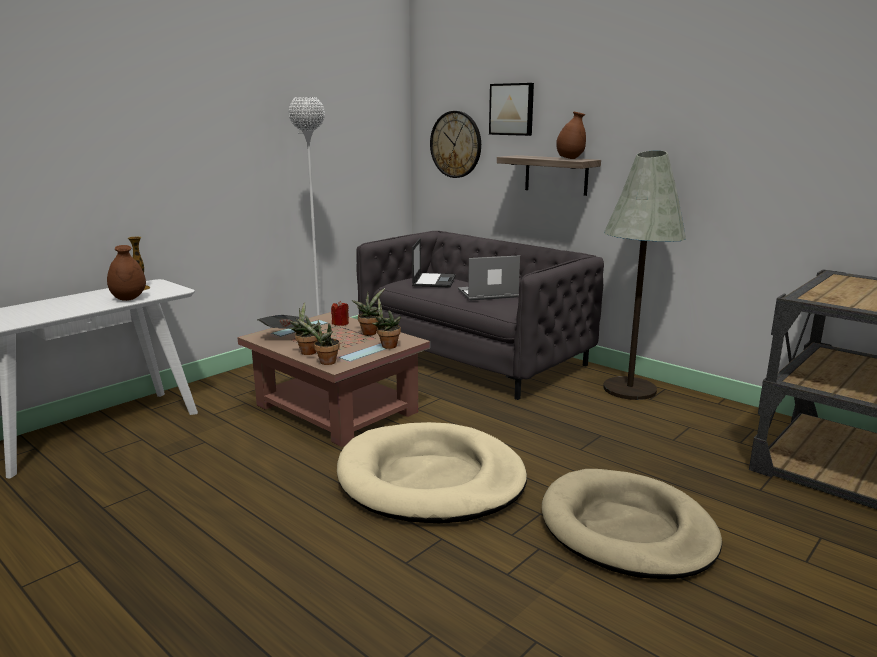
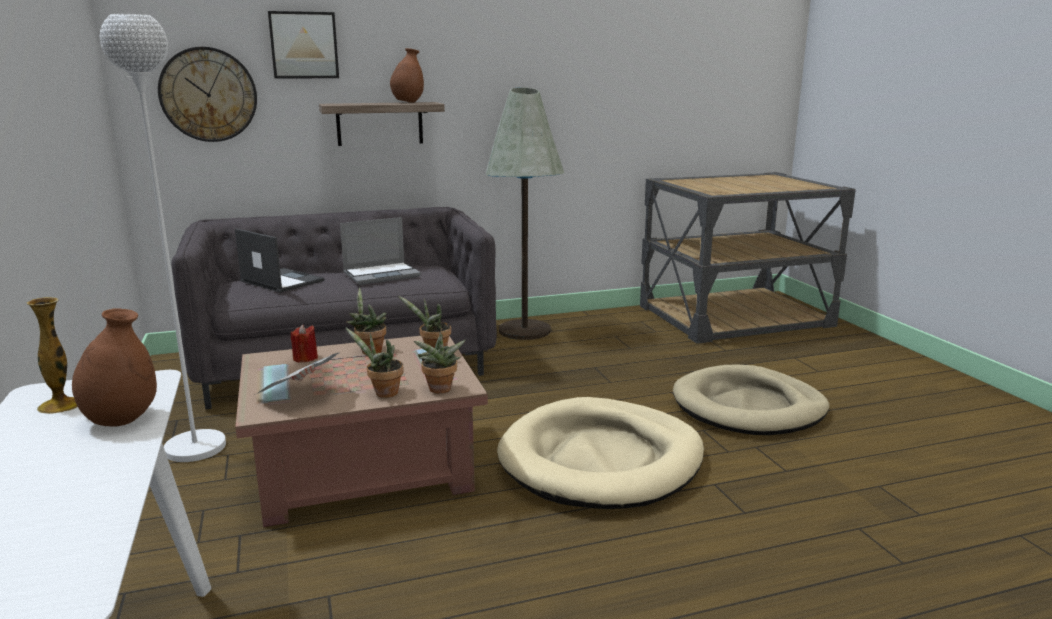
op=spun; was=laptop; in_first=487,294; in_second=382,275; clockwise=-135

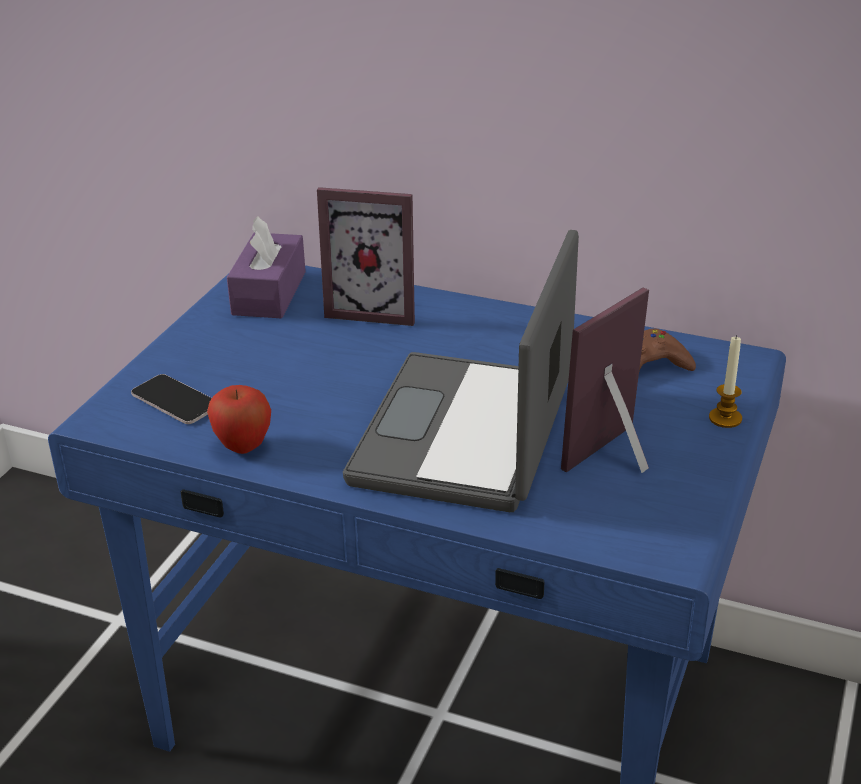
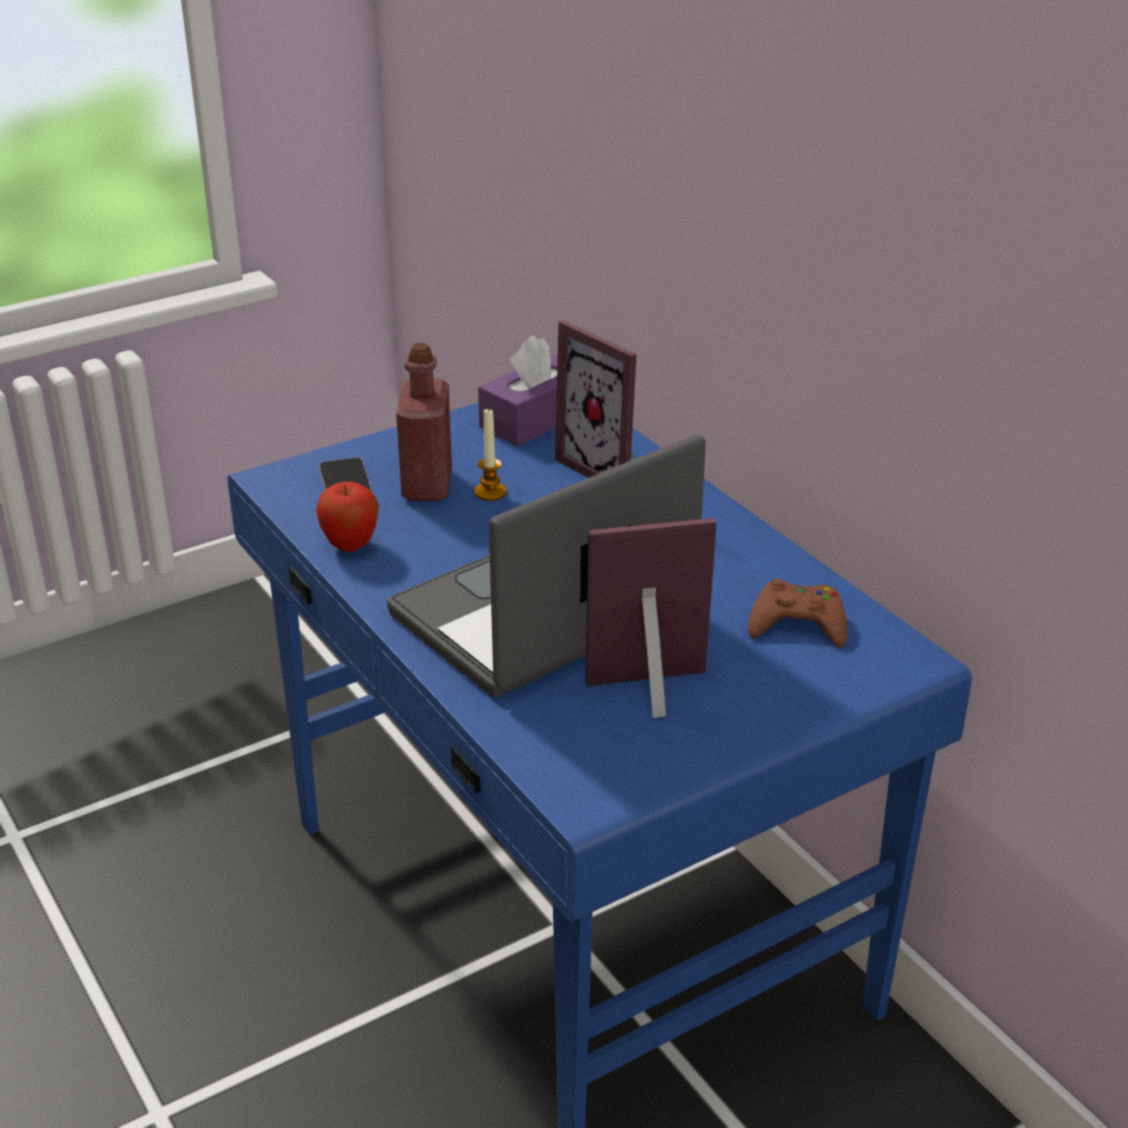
op=appeared; now=red-coloured beverage bottle; in_second=427,485
op=relocated; was=candle; in_first=725,418; in_second=490,492

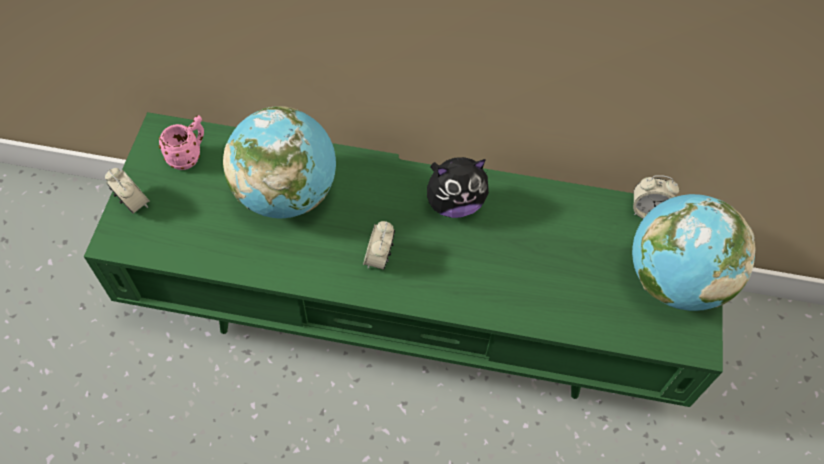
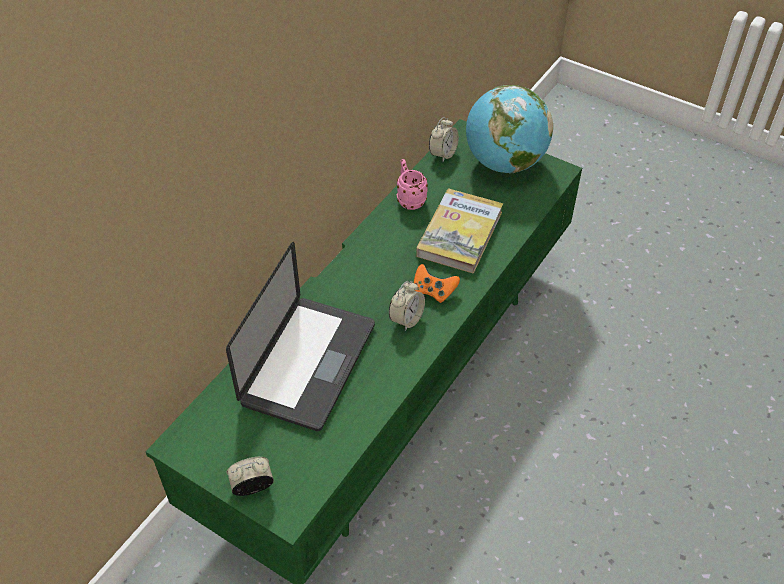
op=exchanged; was=world globe; now=laptop; in_first=286,193; in_second=308,364
op=spun; was=table clock; in_first=379,257; in_second=406,319; clockwise=-90
op=relocated; was=pink-coloured coffee mug; in_first=189,155; in_second=409,199
op=appeared; now=orangey joypad; in_second=433,291
op=appeared; now=book; in_second=460,234
op=missing; was=soft toy; in_first=454,203

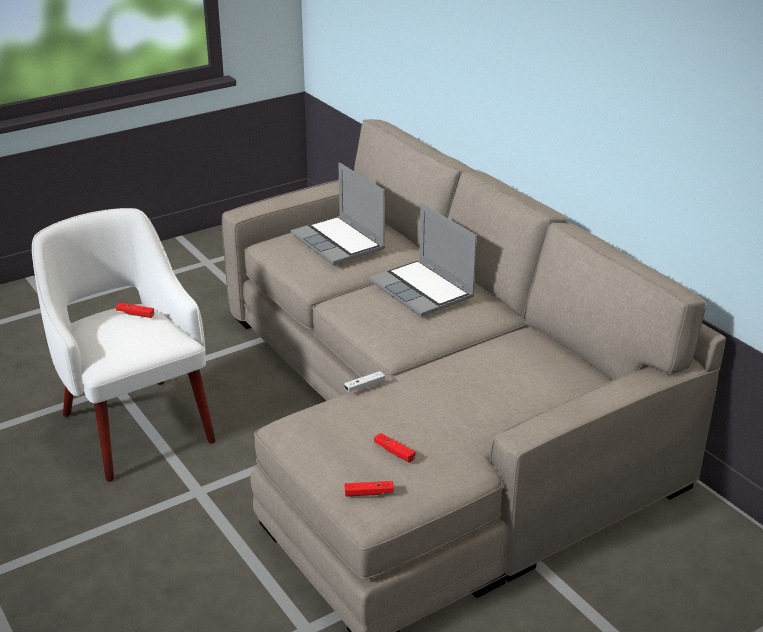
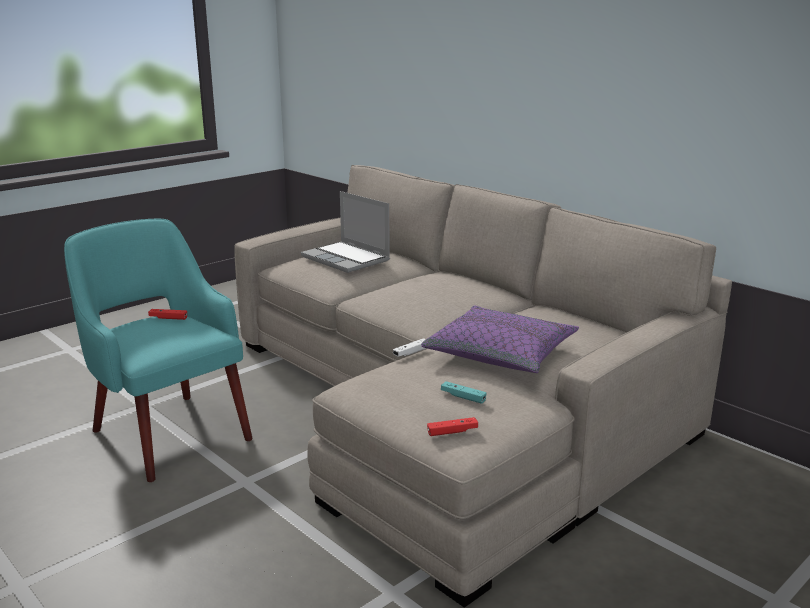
op=colour; was=white-coloured easy chair; now=blue-green easy chair; in_first=135,425; in_second=168,433
op=appeared; now=purple-coloured pillow; in_second=501,354
op=colour; was=red-coloured joypad; now=blue-green joypad; in_first=394,452; in_second=463,397
op=missing; was=laptop; in_first=423,290

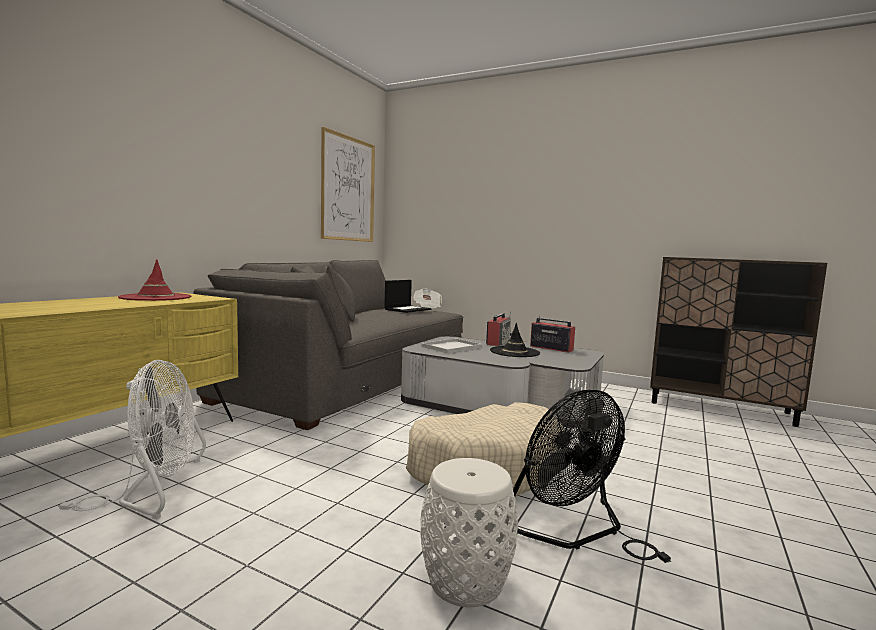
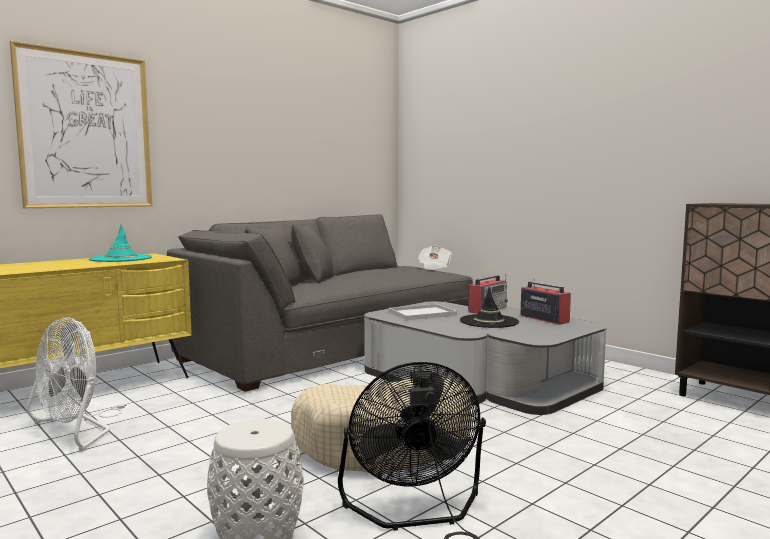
op=relocated; was=wall art; in_first=348,189; in_second=86,130
op=spun; was=white-coloured cooling fan; in_first=151,490; in_second=79,428; clockwise=120
op=colour; was=red-coloured hat; now=blue-green hat; in_first=155,297; in_second=121,259
op=missing; was=laptop; in_first=408,309

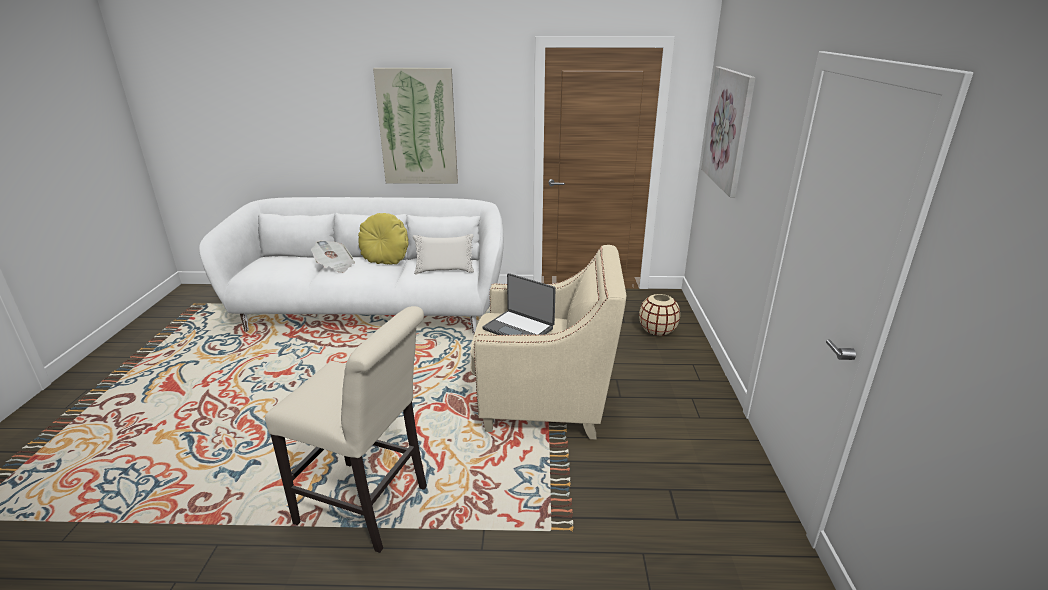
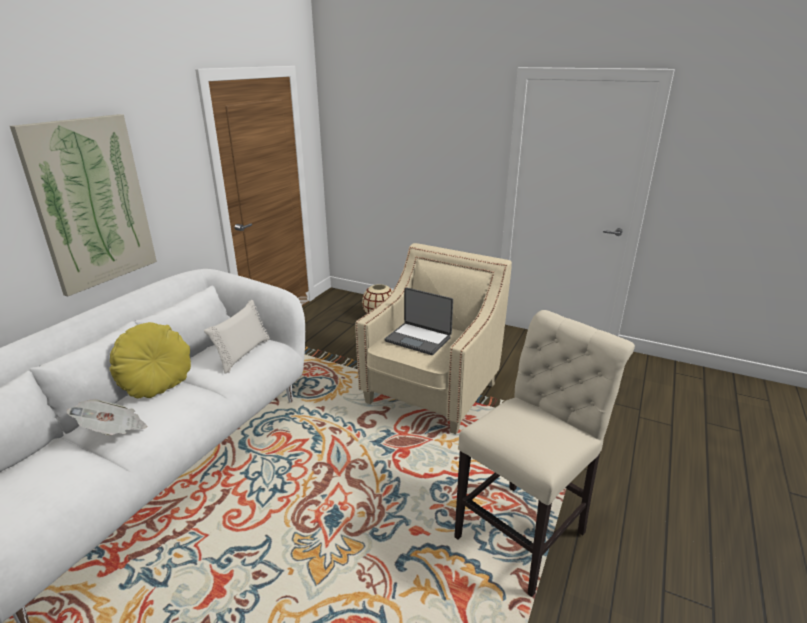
op=spun; was=laptop; in_first=519,328; in_second=419,339; clockwise=60
op=missing; was=wall art; in_first=728,129

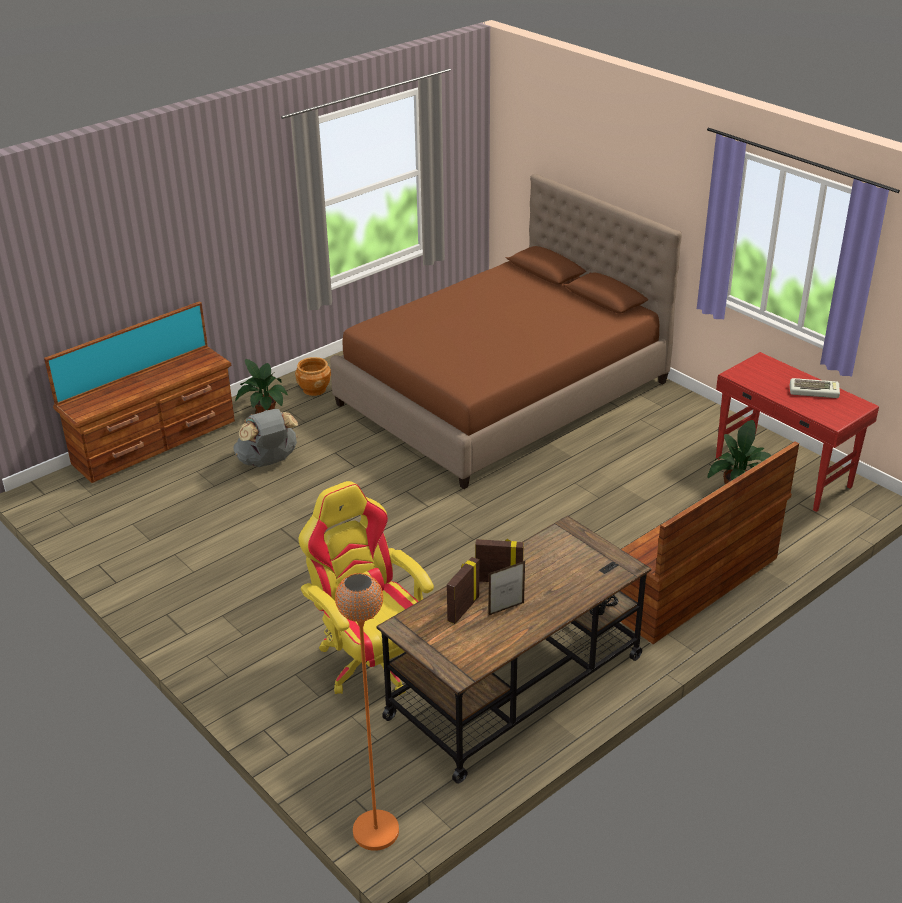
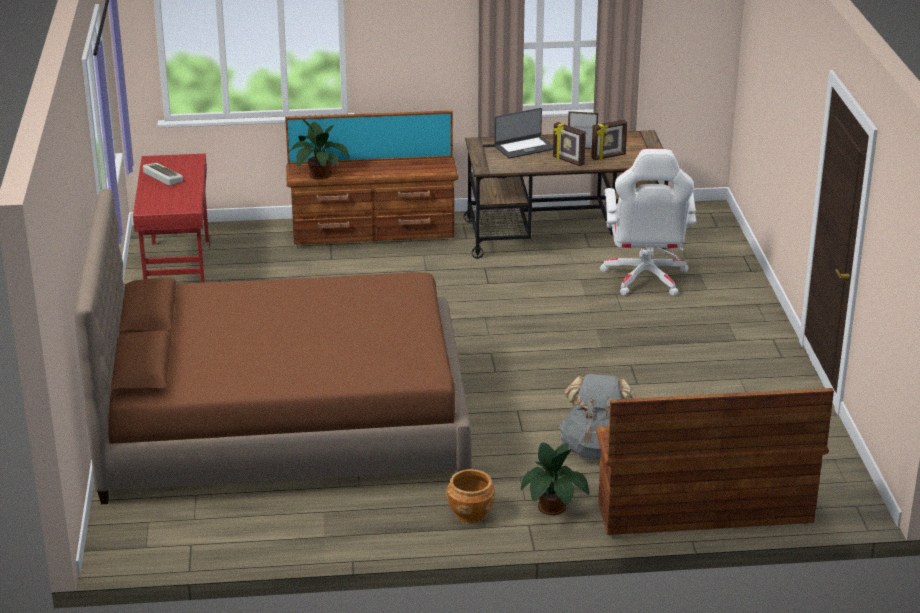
op=appeared; now=laptop; in_second=524,147
op=colour; was=yellow-coloured office chair; now=white-coloured office chair; in_first=372,661; in_second=645,277
op=missing; was=orangey standard lamp; in_first=376,831

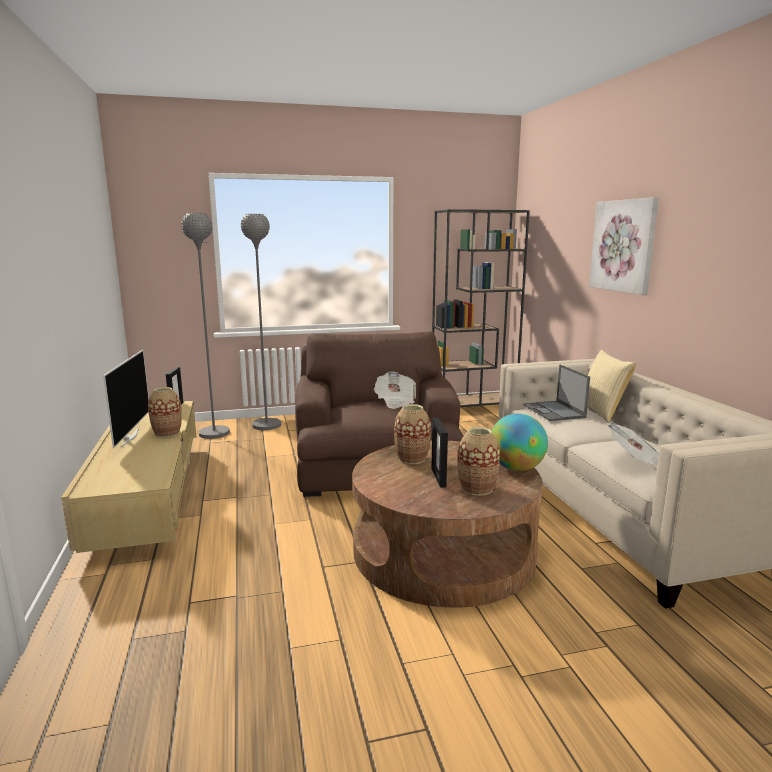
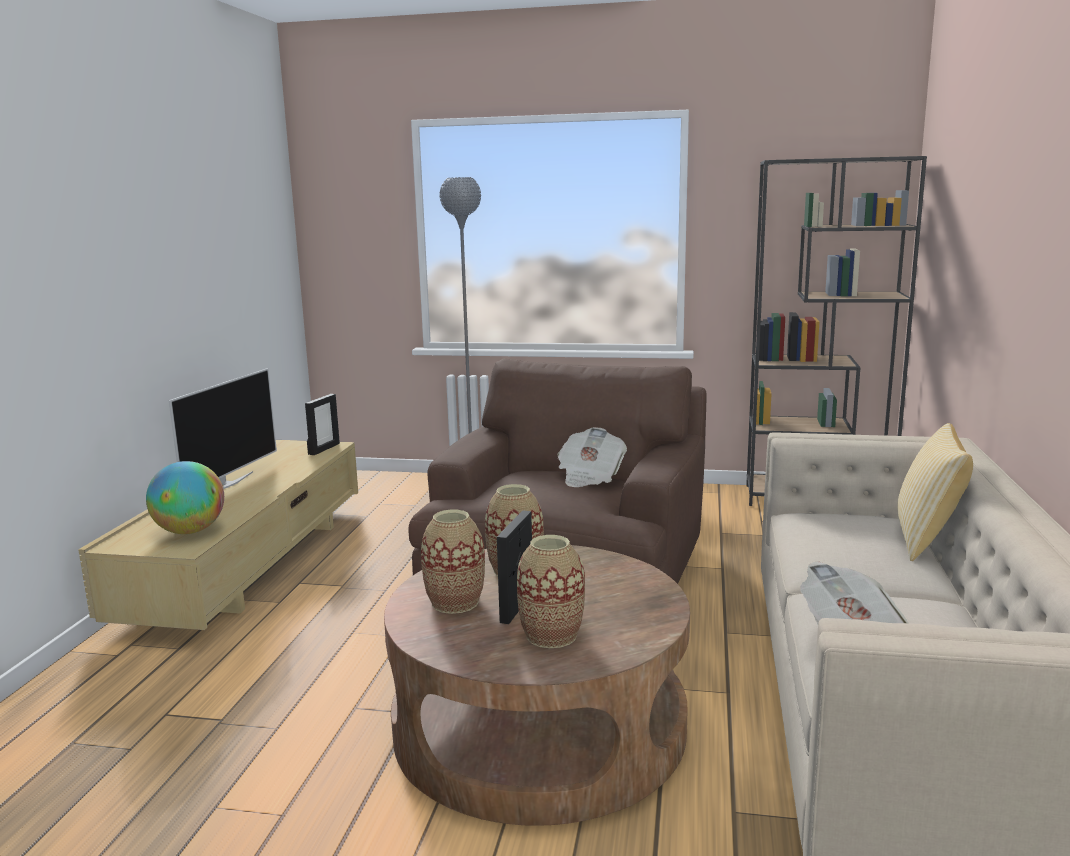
op=relocated; was=world globe; in_first=516,468; in_second=190,531
op=relocated; was=flower vase; in_first=167,433; in_second=455,603
op=missing; was=gray standard lamp; in_first=214,433
op=missing; was=laptop; in_first=554,411
op=missing; was=wall art; in_first=623,246

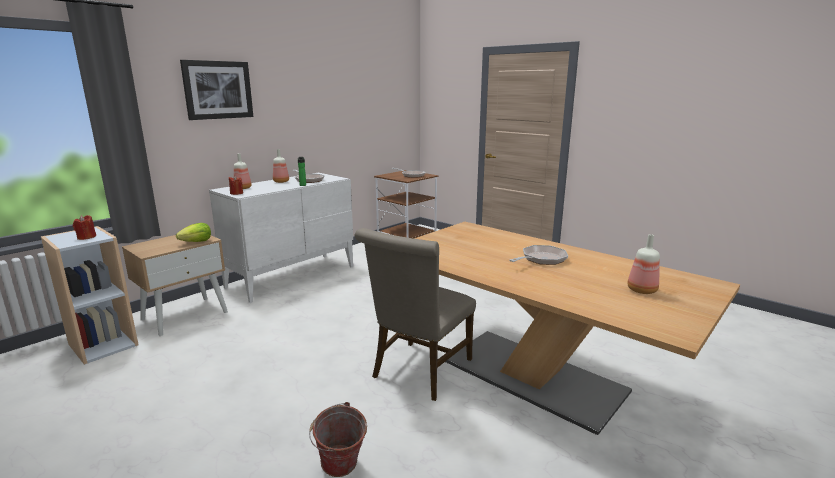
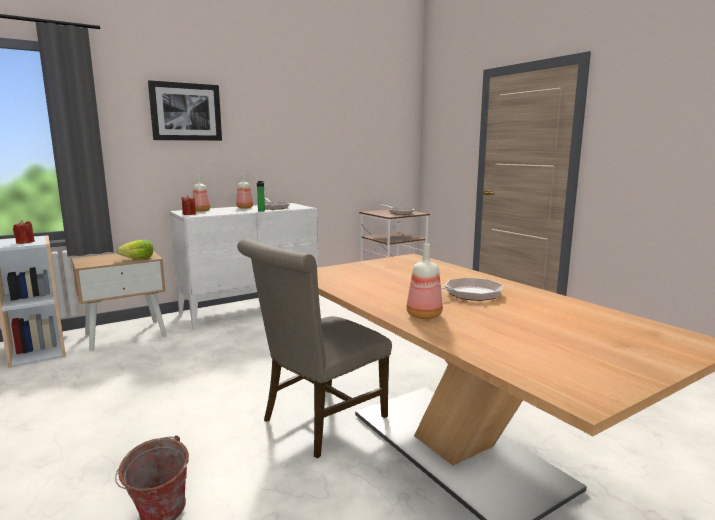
op=relocated; was=beverage bottle; in_first=641,290; in_second=423,315

